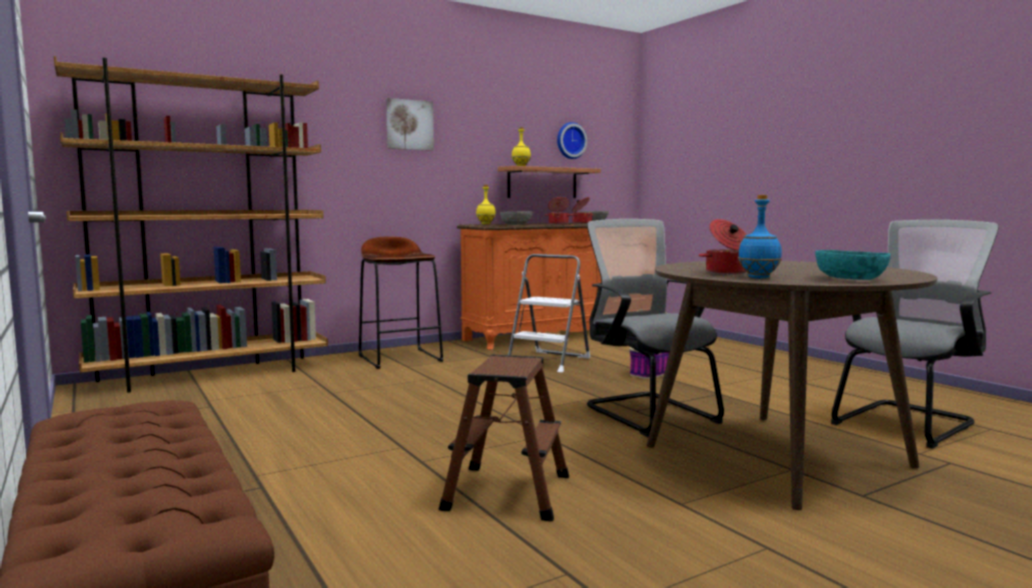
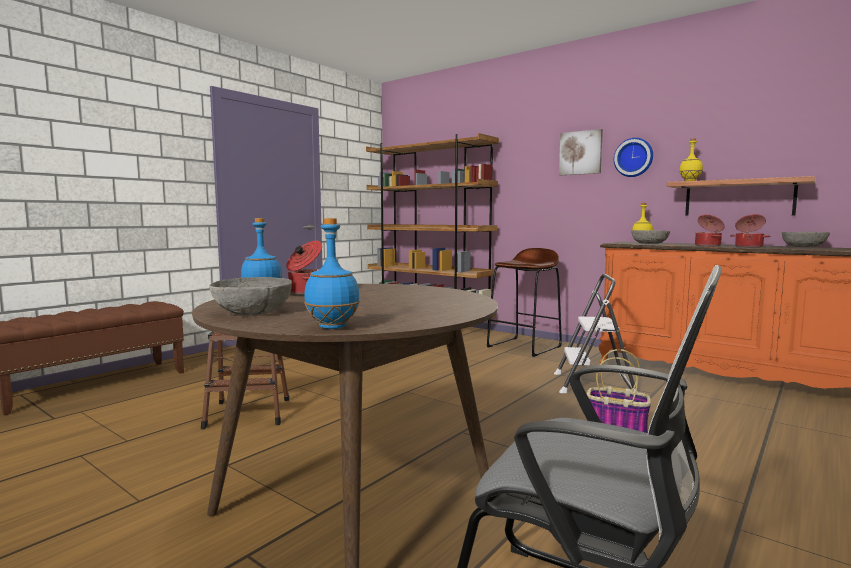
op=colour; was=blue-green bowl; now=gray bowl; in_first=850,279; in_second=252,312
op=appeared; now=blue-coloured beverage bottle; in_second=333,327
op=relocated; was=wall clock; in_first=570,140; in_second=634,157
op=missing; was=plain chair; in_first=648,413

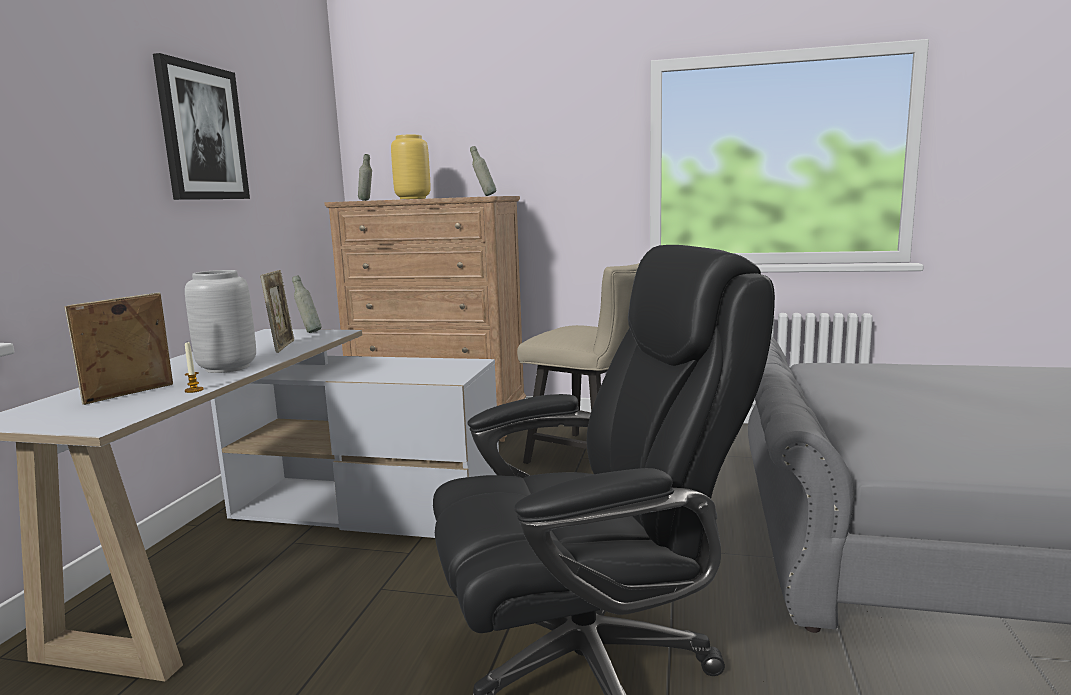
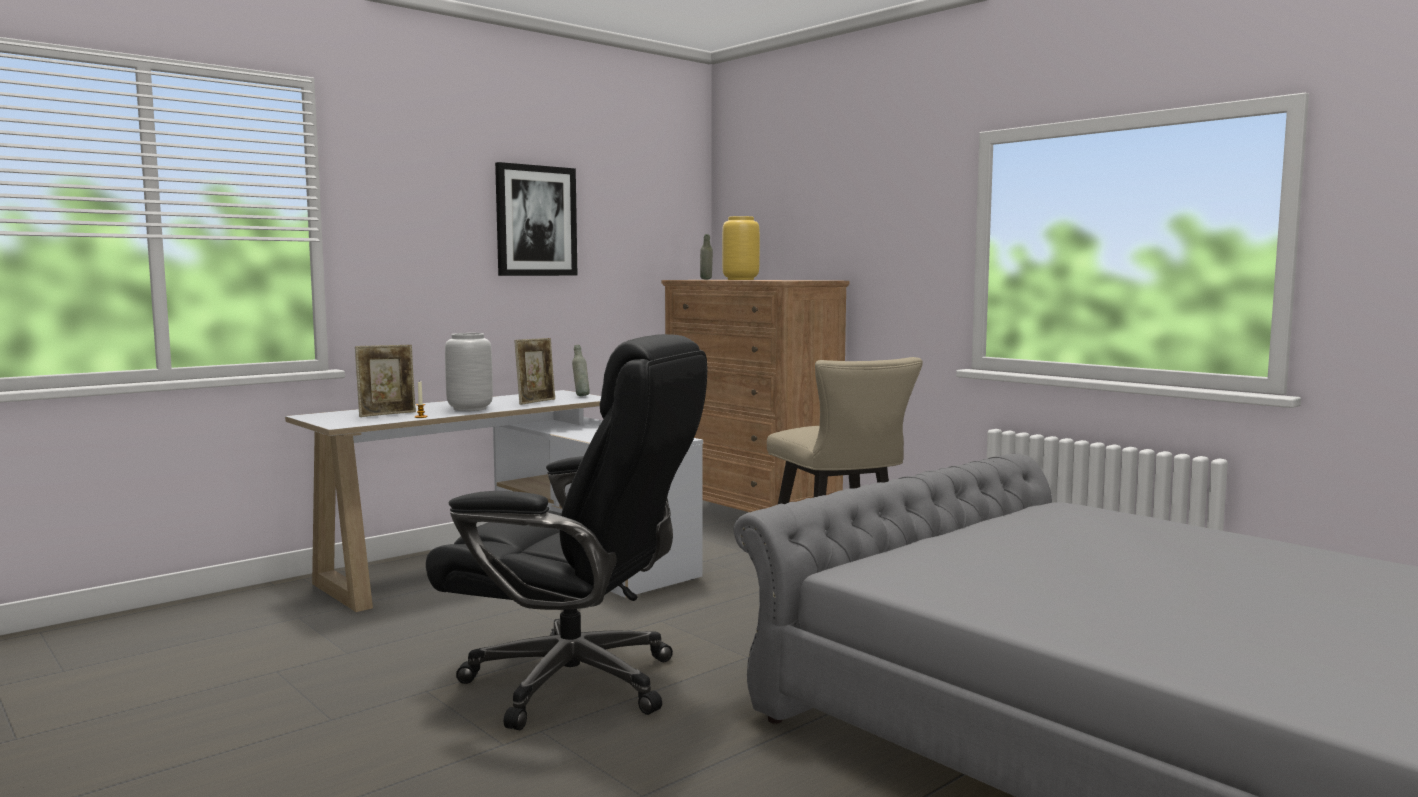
op=spun; was=photo frame; in_first=130,395; in_second=387,414; clockwise=150
op=missing; was=gray beverage bottle; in_first=484,196

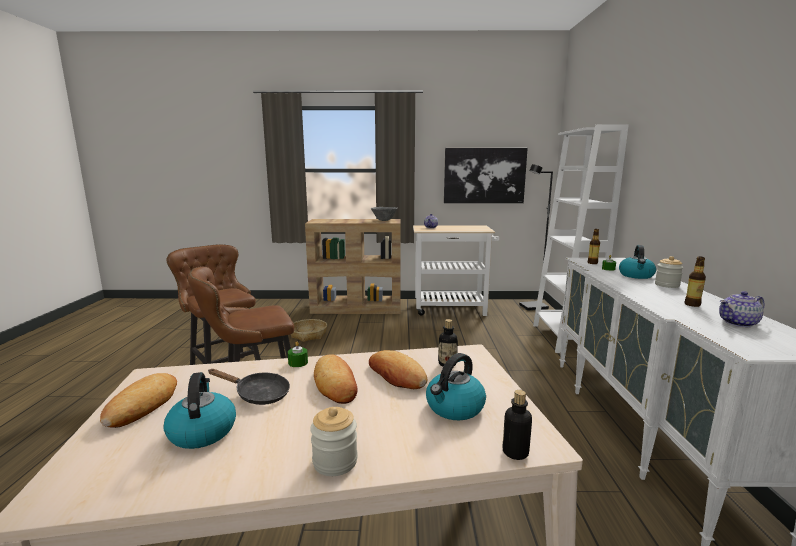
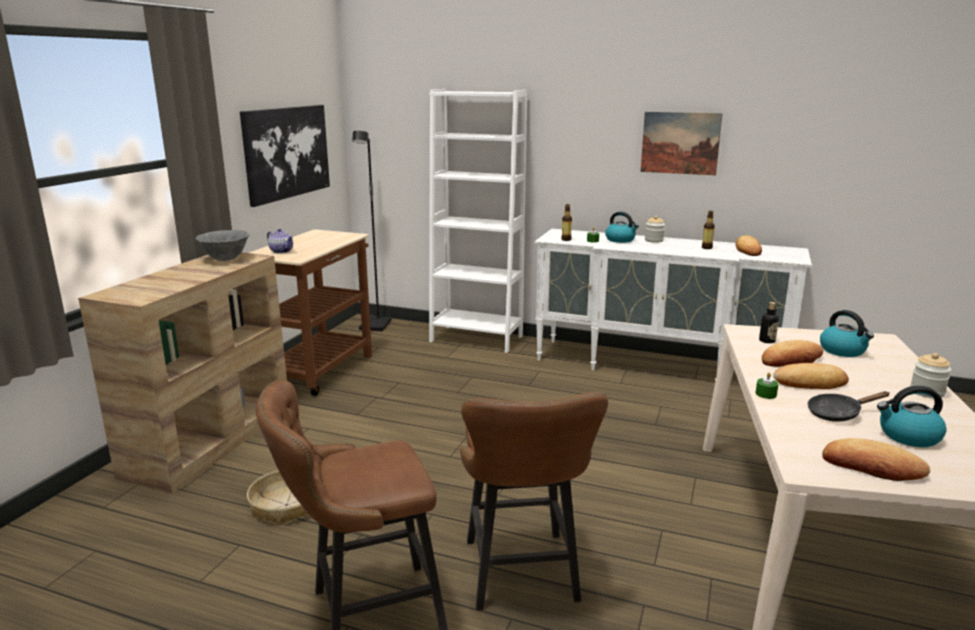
op=colour; was=white-coloured trolley; now=brownish trolley; in_first=451,309; in_second=320,370
op=appeared; now=wall art; in_second=680,143
op=exchanged; was=tea pot; now=baked bread; in_first=738,323; in_second=748,250
op=spun; was=blackish frying pan; in_first=258,394; in_second=838,413; clockwise=-135
op=missing; was=beverage bottle; in_first=515,452

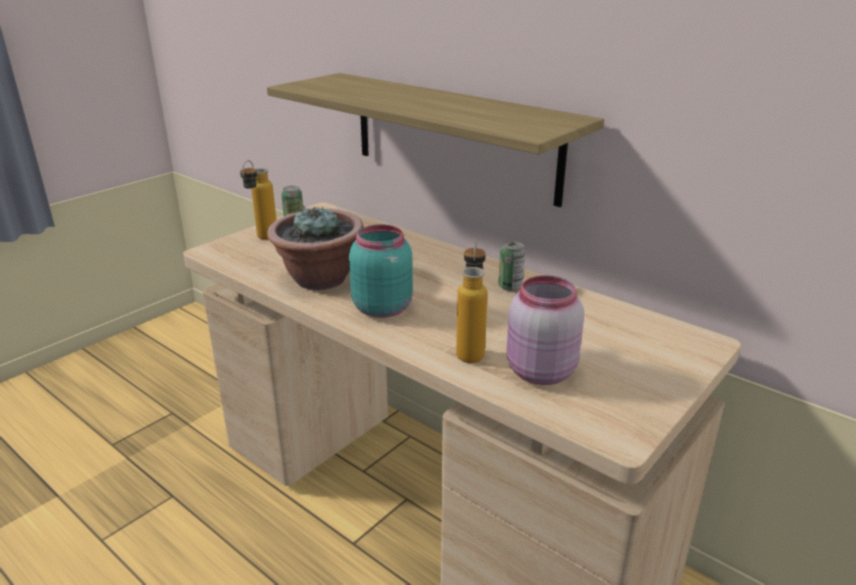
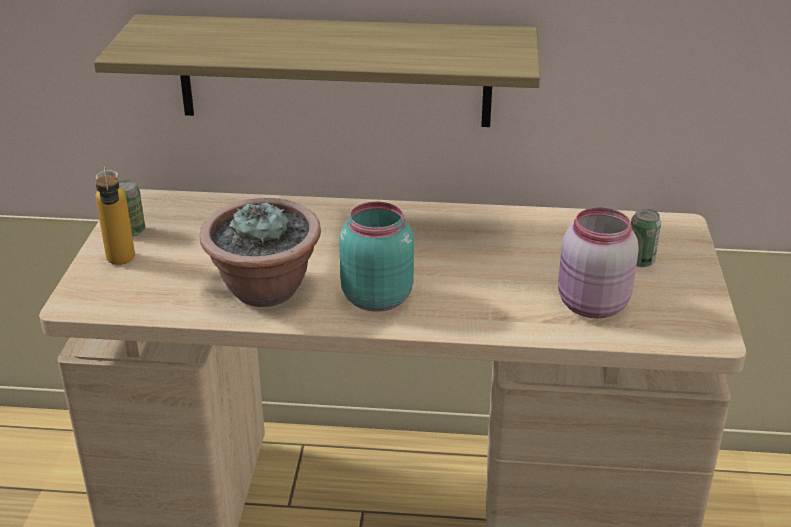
op=relocated; was=can; in_first=510,286; in_second=640,261
op=missing; was=beverage bottle; in_first=470,350

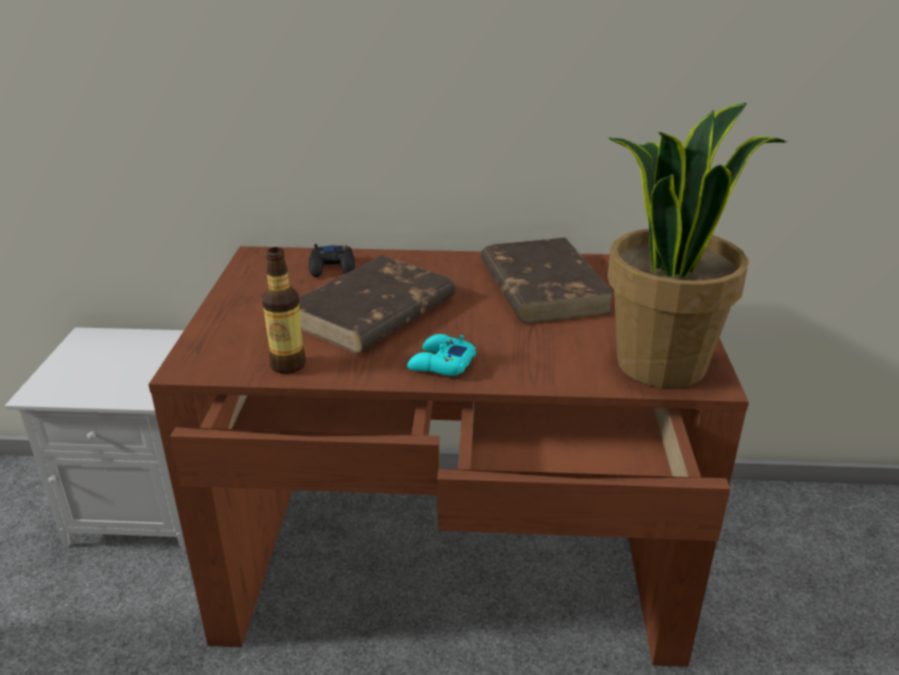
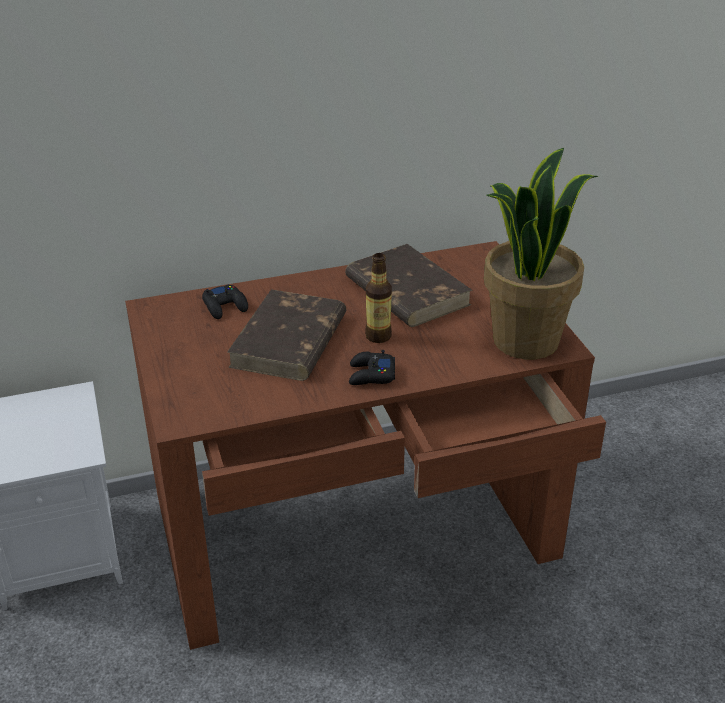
op=colour; was=blue-green joypad; now=blackish joypad; in_first=441,364; in_second=371,375
op=relocated; was=beverage bottle; in_first=288,365; in_second=378,336

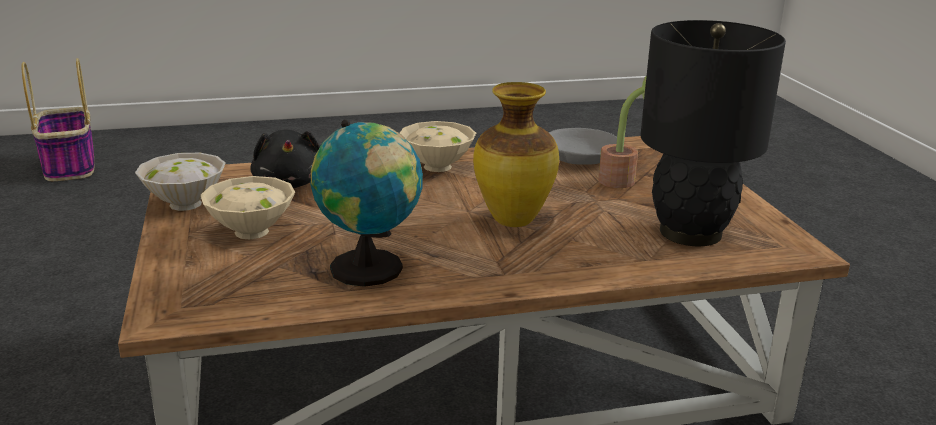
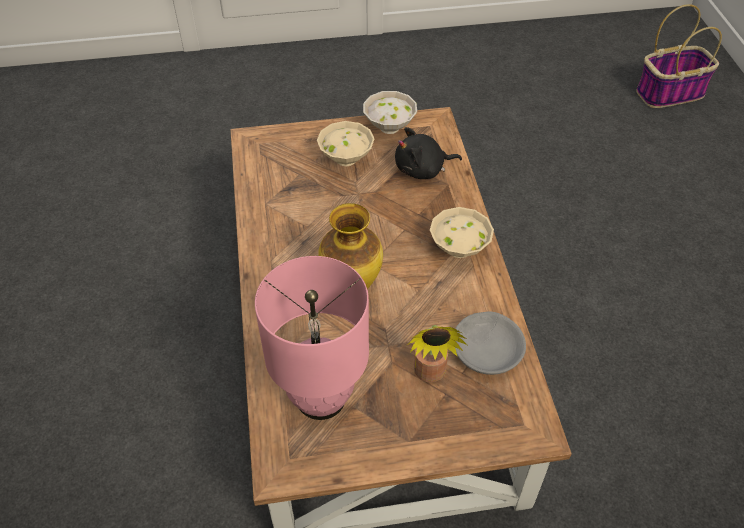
op=colour; was=blackish lamp for a table; now=pink-coloured lamp for a table; in_first=690,232; in_second=321,398
op=missing; was=world globe; in_first=371,269

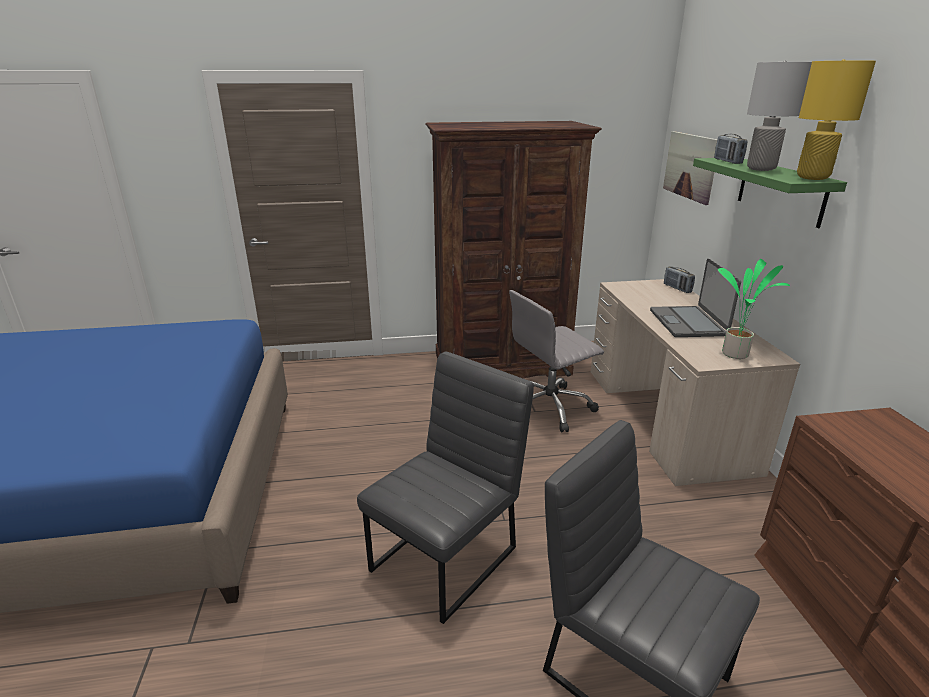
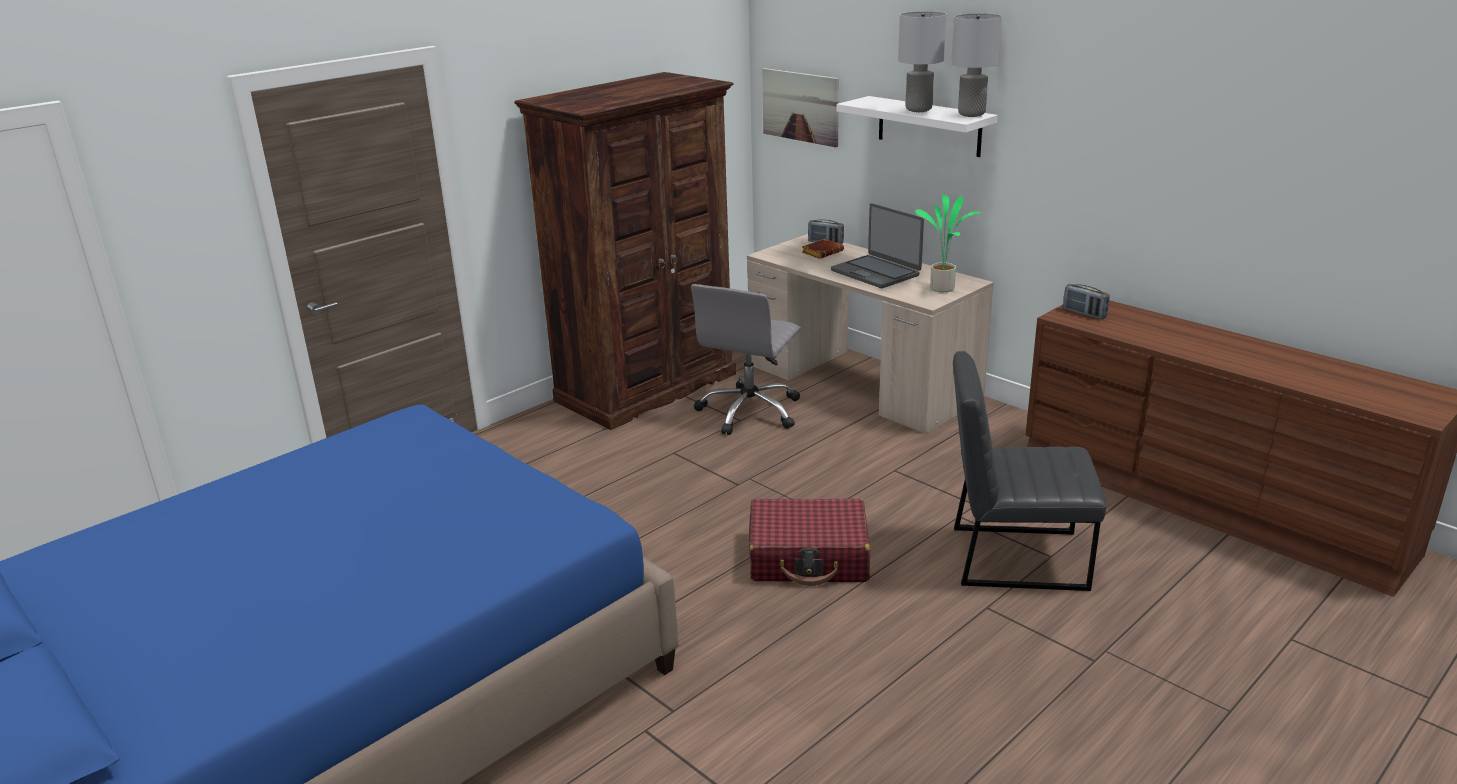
op=exchanged; was=gray plain chair; now=red-coloured travel case; in_first=447,556; in_second=809,557
op=appeared; now=brownish book; in_second=822,252
op=colour; was=green-coloured shelf; now=white-coloured shelf; in_first=780,190; in_second=929,126
op=colour; was=yellow-coloured lamp for a table; now=gray lamp for a table; in_first=811,179; in_second=971,115
op=relocated; was=radio receiver; in_first=727,161; in_second=1084,313

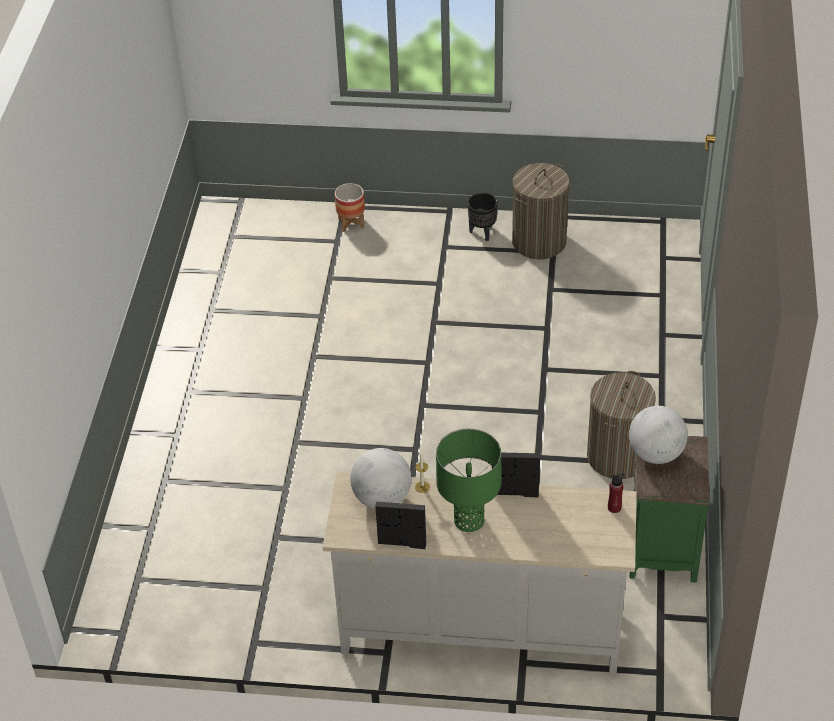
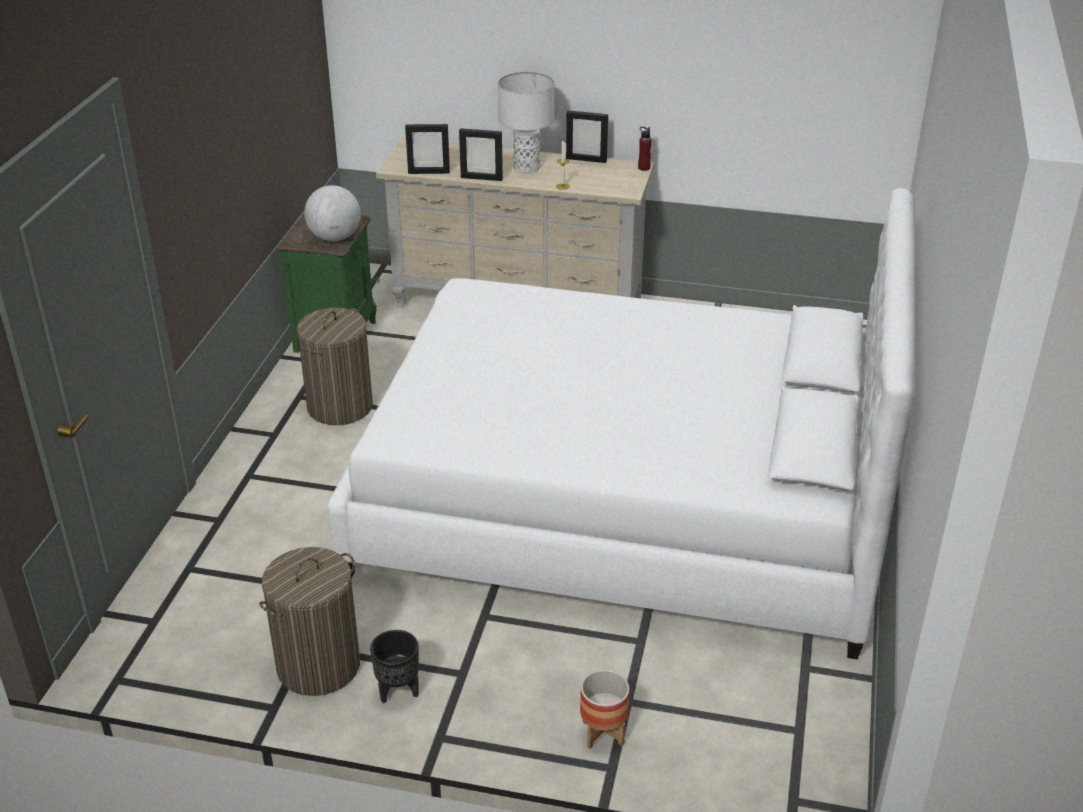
op=appeared; now=white-coloured bedroom bed; in_second=623,503
op=appeared; now=photo frame; in_second=429,172
op=colour; was=green-coloured lamp for a table; now=white-coloured lamp for a table; in_first=468,520; in_second=527,167
op=relocated; was=red-coloured beverage bottle; in_first=614,507; in_second=644,168
op=missing; was=world globe; in_first=382,498

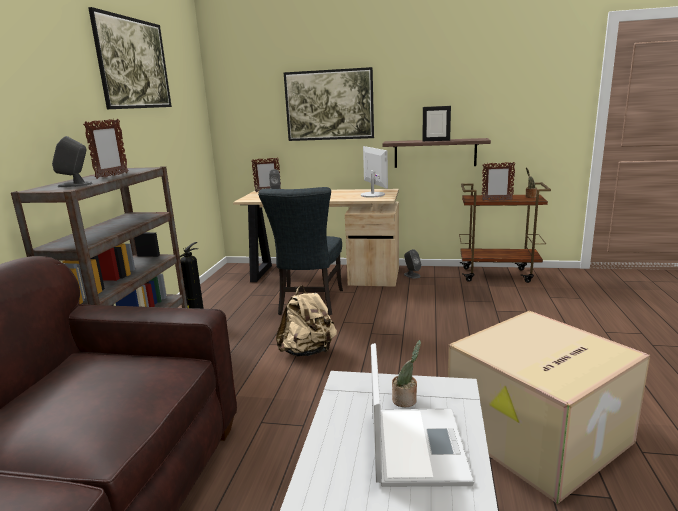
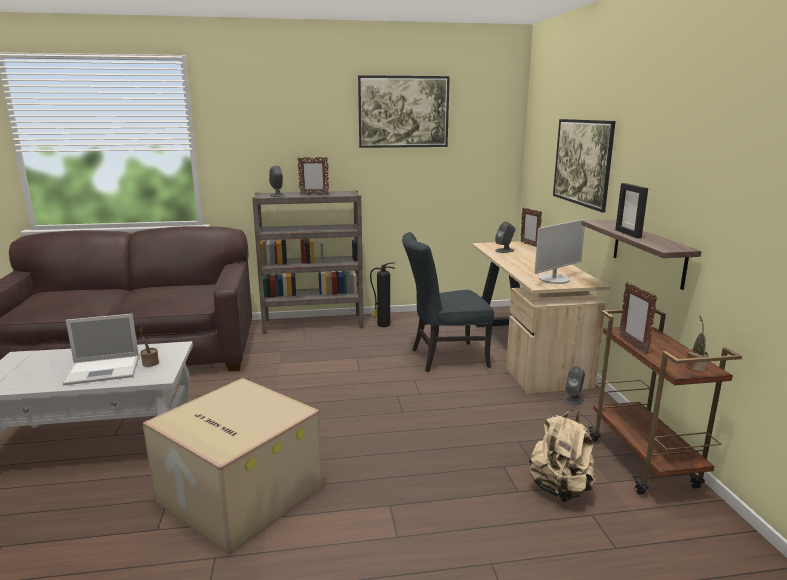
op=relocated; was=beige backpack; in_first=308,352; in_second=560,489

